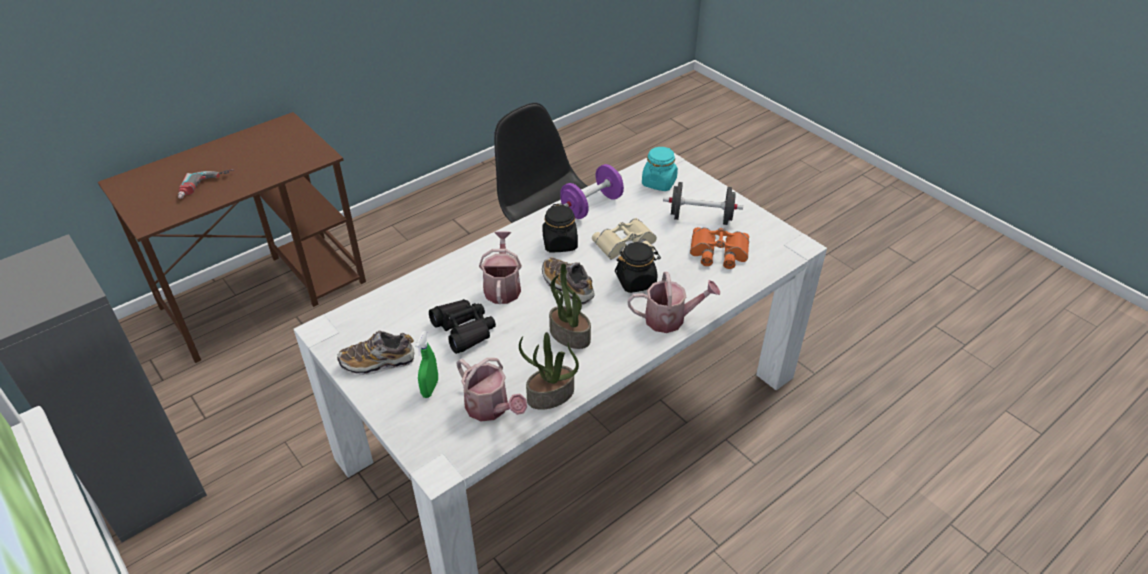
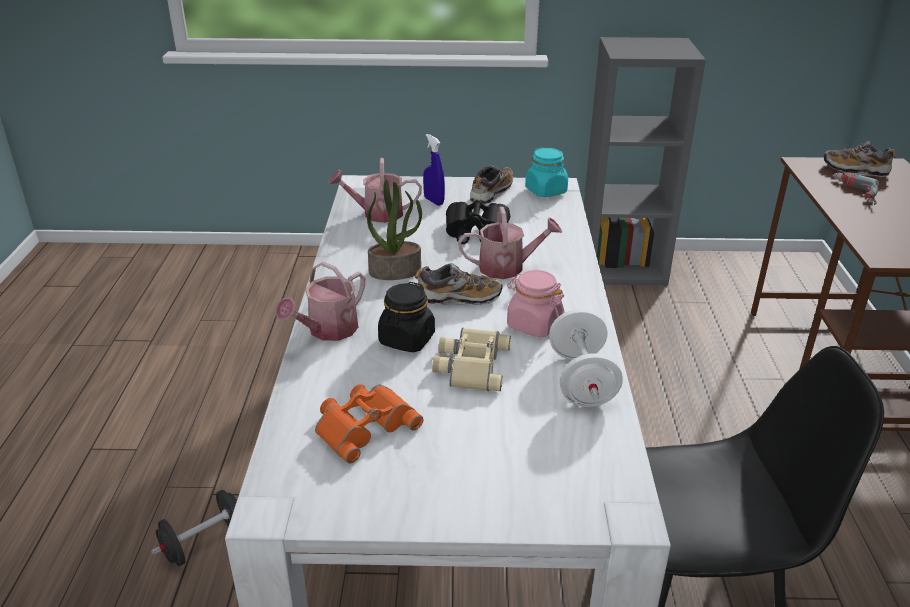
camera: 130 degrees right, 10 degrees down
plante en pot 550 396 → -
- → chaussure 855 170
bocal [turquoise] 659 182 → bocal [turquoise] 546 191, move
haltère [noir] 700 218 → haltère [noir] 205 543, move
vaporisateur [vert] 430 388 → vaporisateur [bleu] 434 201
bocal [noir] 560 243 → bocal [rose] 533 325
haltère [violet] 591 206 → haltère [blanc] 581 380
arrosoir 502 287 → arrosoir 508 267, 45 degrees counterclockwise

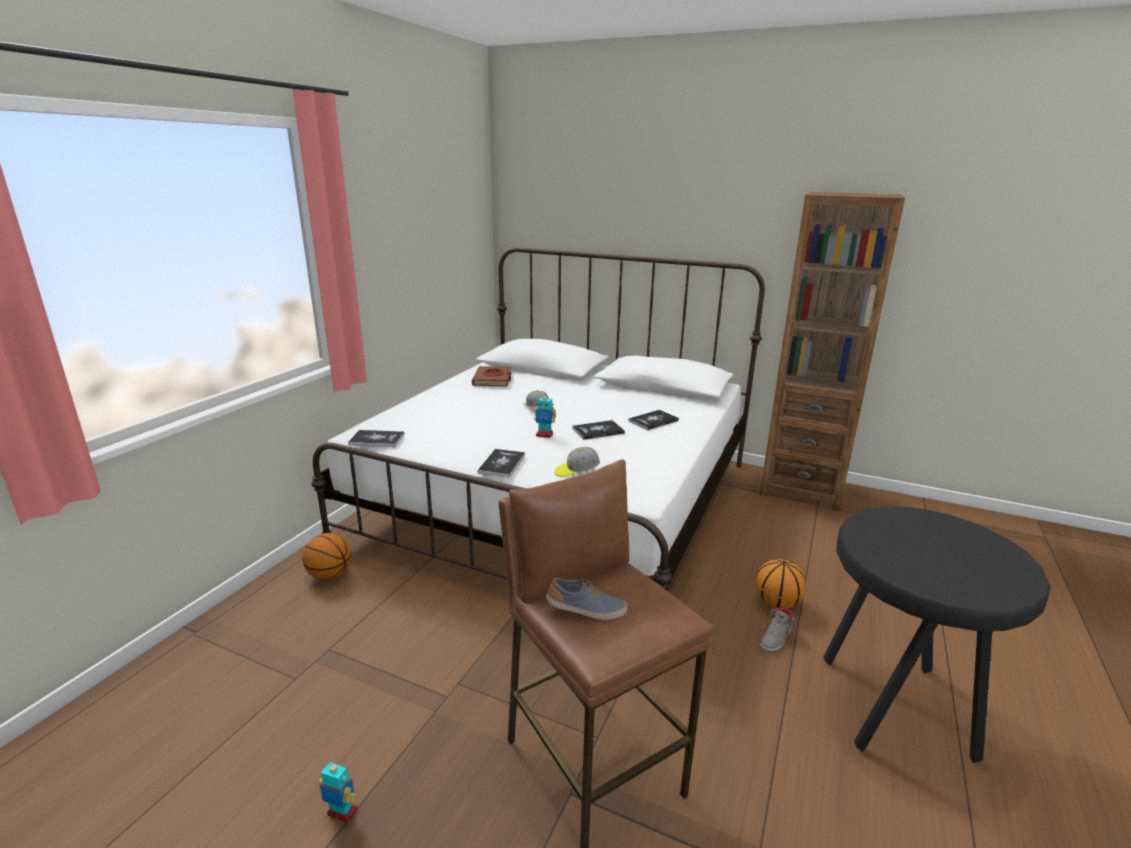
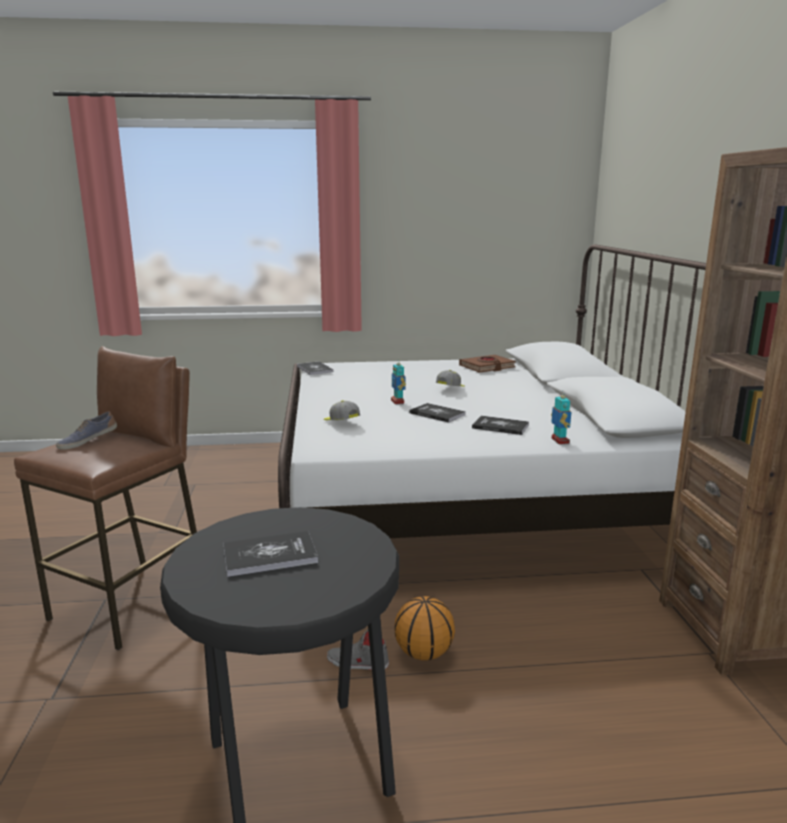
camera: 60 degrees right, 5 degrees down
ballon de basket 330 575 → -
robot jouet 342 813 → robot jouet 559 441, move
livre 502 464 → livre 270 555, move
chaussure 586 611 → chaussure 87 441, 75 degrees clockwise

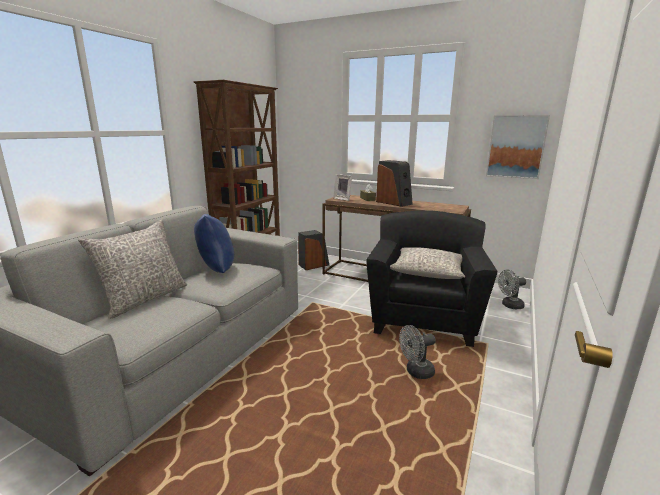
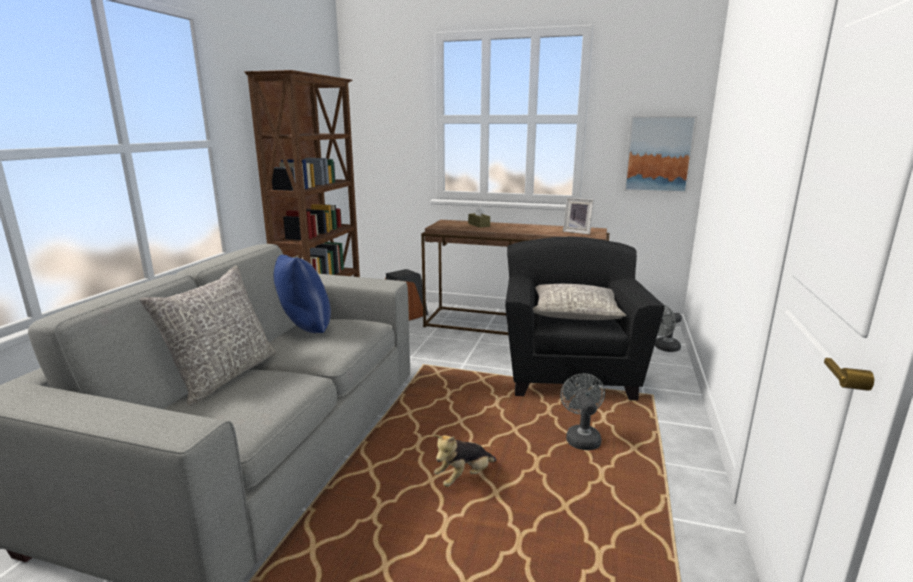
camera: 10 degrees left, 0 degrees up
enceinte 394 203 → -
- → peluche 464 477
cadre photo 343 199 → cadre photo 577 232, move
ventilateur [gris] 416 372 → ventilateur [gris] 581 437, 120 degrees clockwise

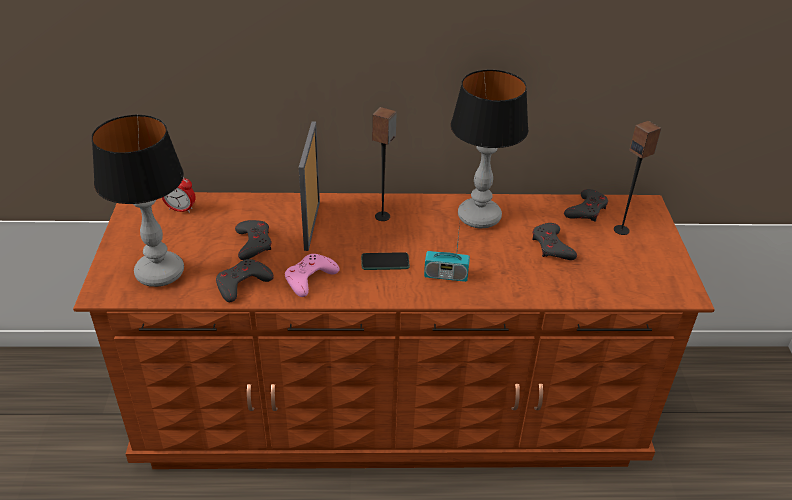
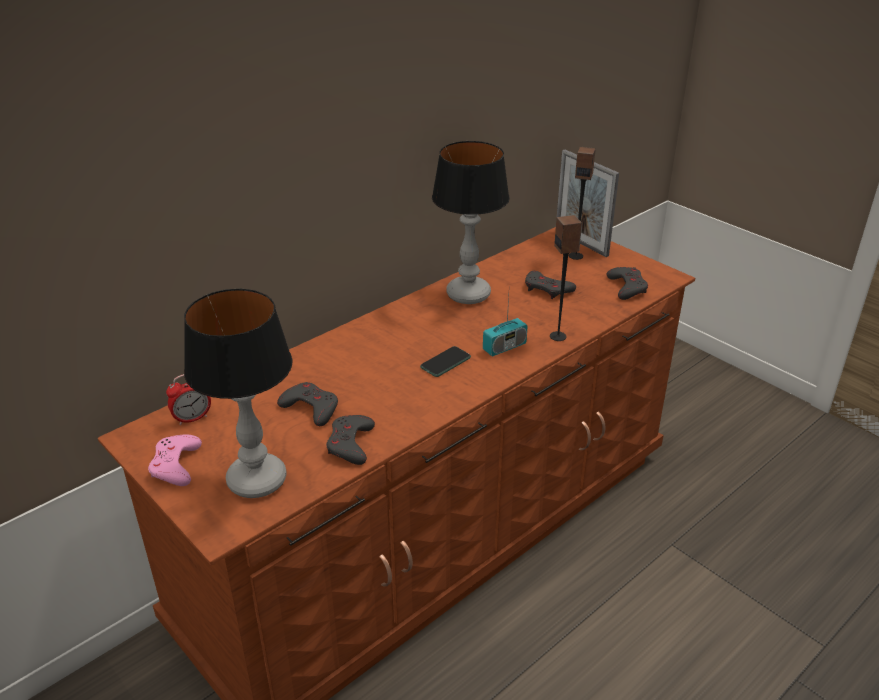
camera: 40 degrees left, 5 degrees down
manette [rose] 309 278 → manette [rose] 175 465, move
cadre photo 312 225 → cadre photo 581 243, move
enceinte 382 216 → enceinte 558 336, move
manette [gris] 586 210 → manette [gris] 627 287, move

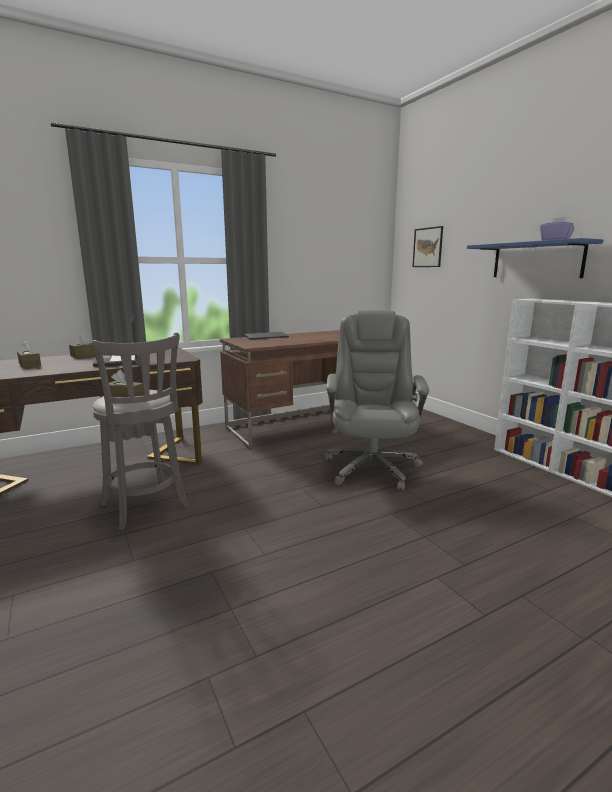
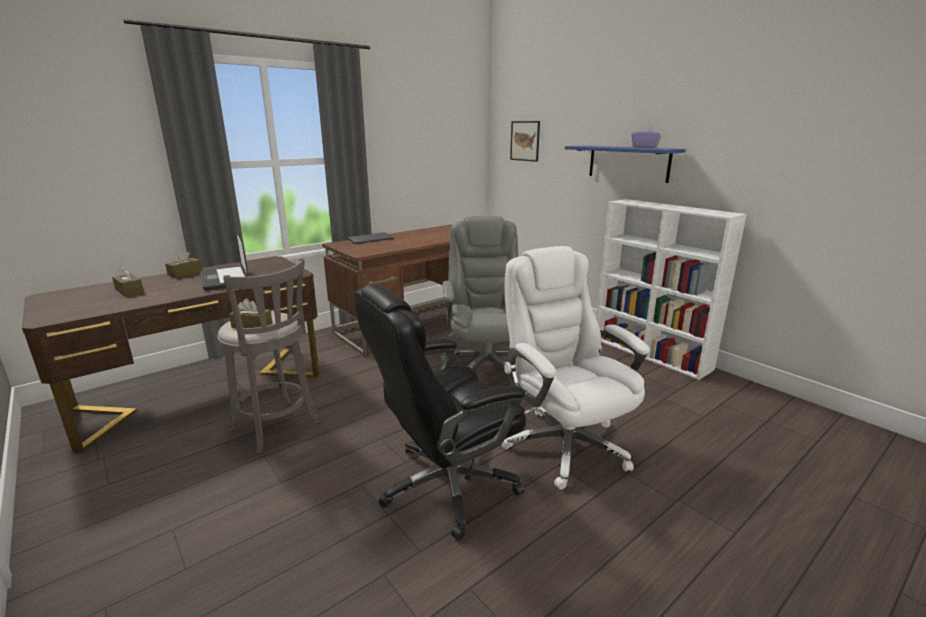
camera: 10 degrees left, 5 degrees up
- → chaise de bureau [noir] 446 485
- → chaise de bureau [blanc] 564 444

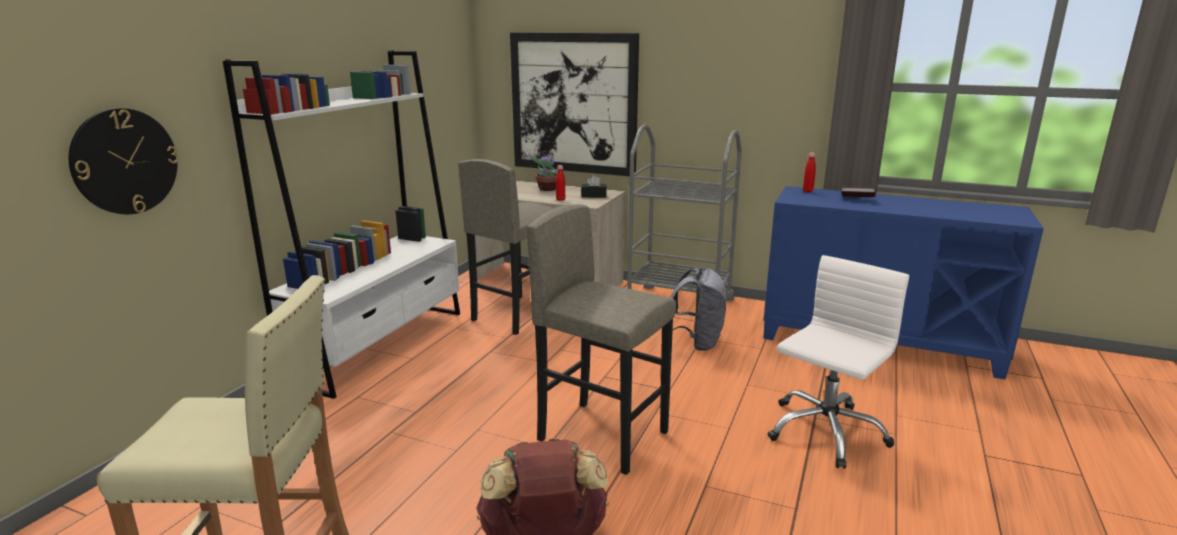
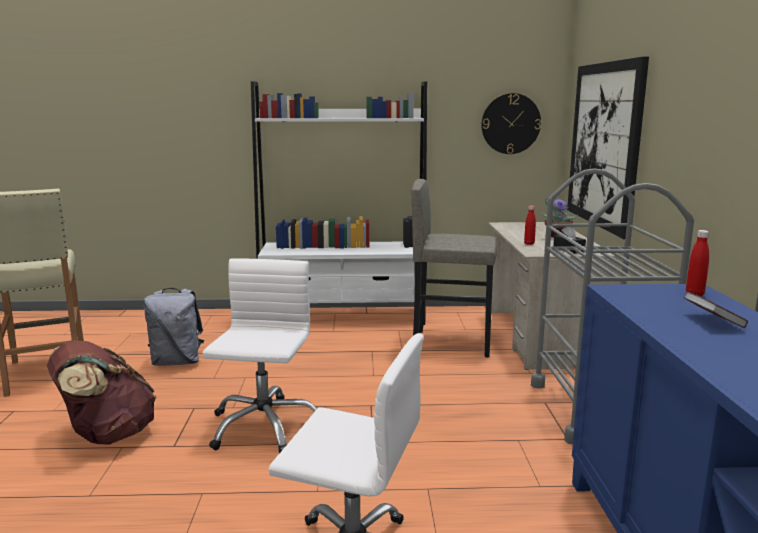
camera: 65 degrees right, 5 degrees down
horloge murale 125 161 → horloge murale 510 124, move
sac à dos [gris] 697 342 → sac à dos [gris] 177 362, move
tabouret [gris] 603 435 → chaise de bureau [blanc] 263 426

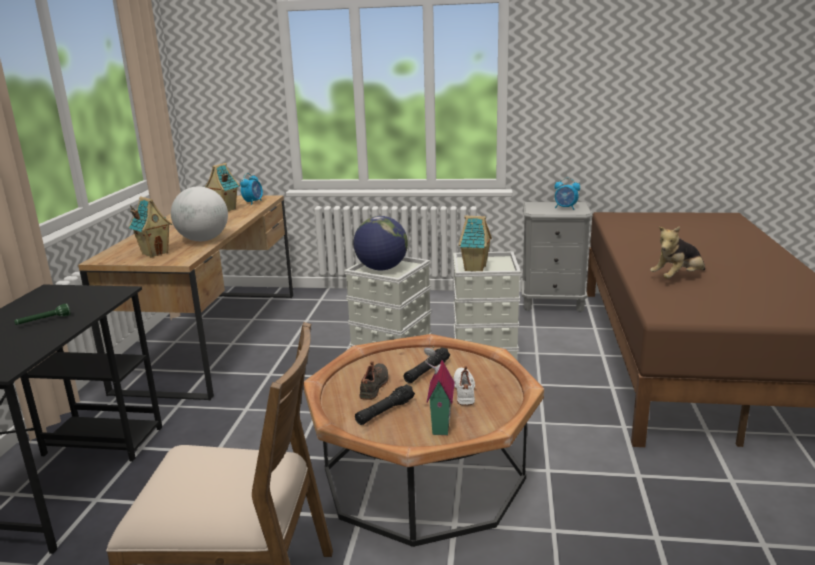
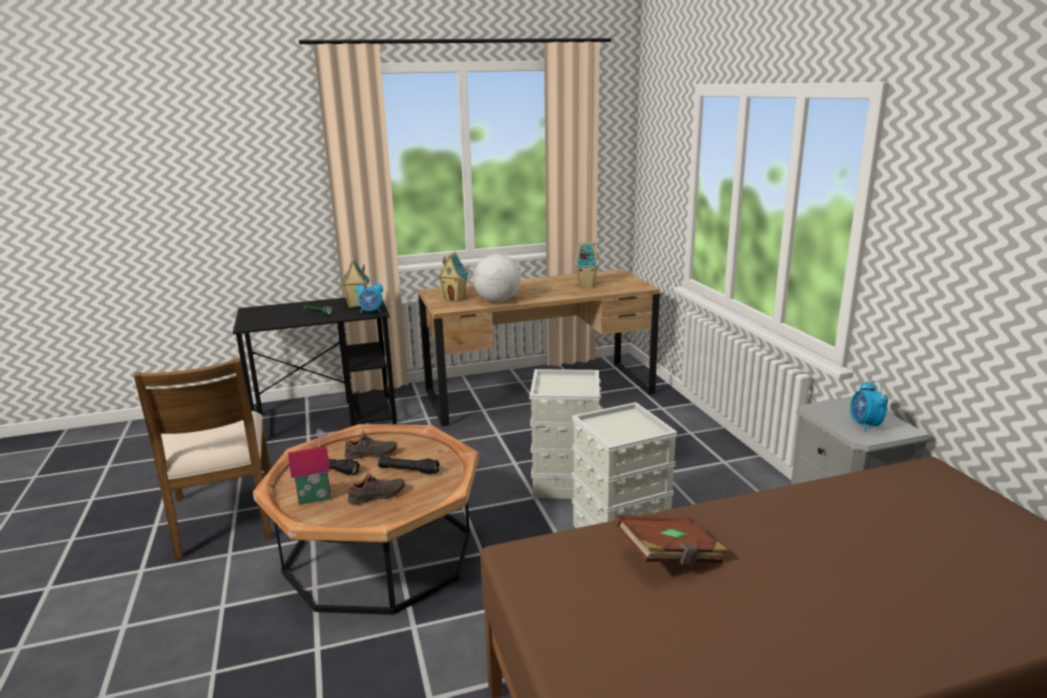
camera: 65 degrees right, 0 degrees up
globe 381 269 → -
réveil 253 202 → réveil 371 312, move
maison miniature 476 268 → maison miniature 357 305, move
peluche 677 278 → livre [marron] 670 557
chaussure [blanc] 465 391 → chaussure [noir] 377 497

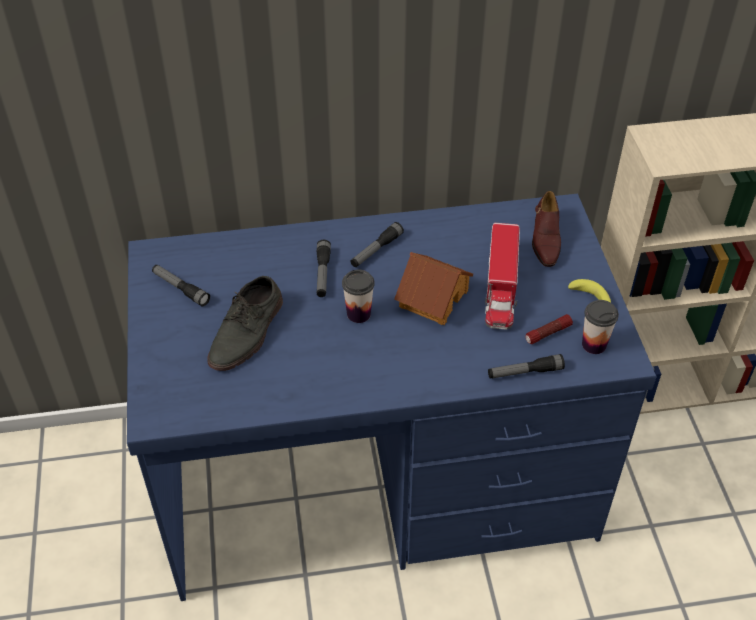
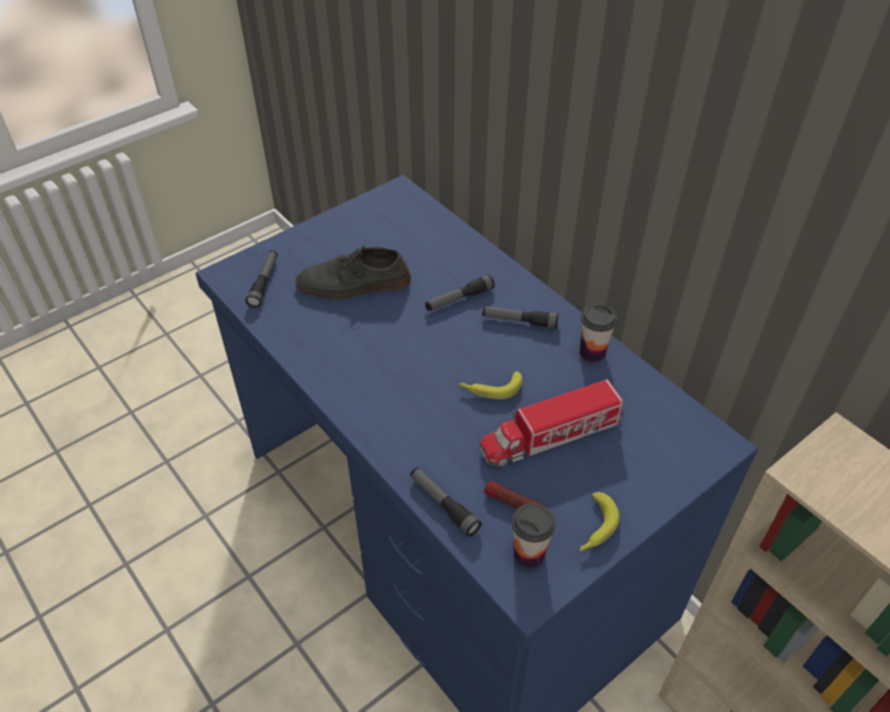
camera: 60 degrees right, 0 degrees up
chaussure [marron] 545 240 → -
lampe de poche 180 289 → lampe de poche 264 282, move
tasse 358 314 → tasse 592 352, move
maison miniature 432 298 → banane 490 388

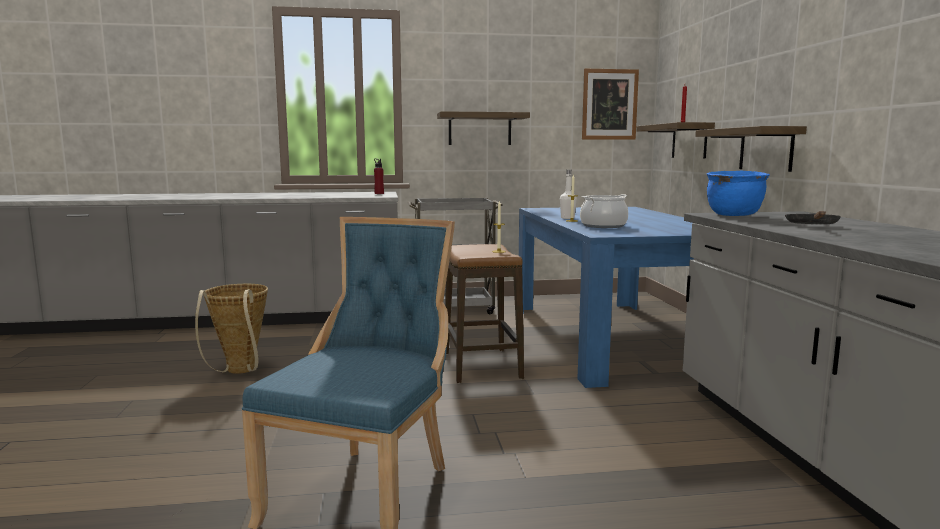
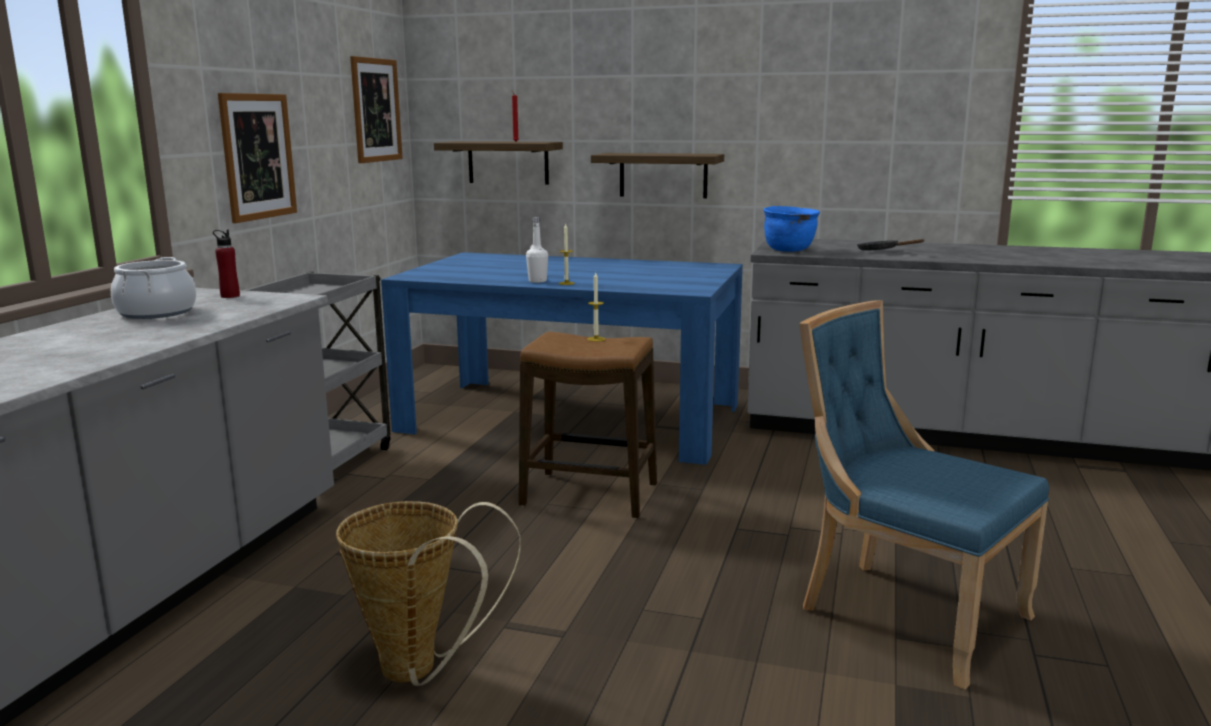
camera: 65 degrees left, 5 degrees up
marmite 603 226 → marmite 156 312, move
étagère 480 129 → tableau 258 156

